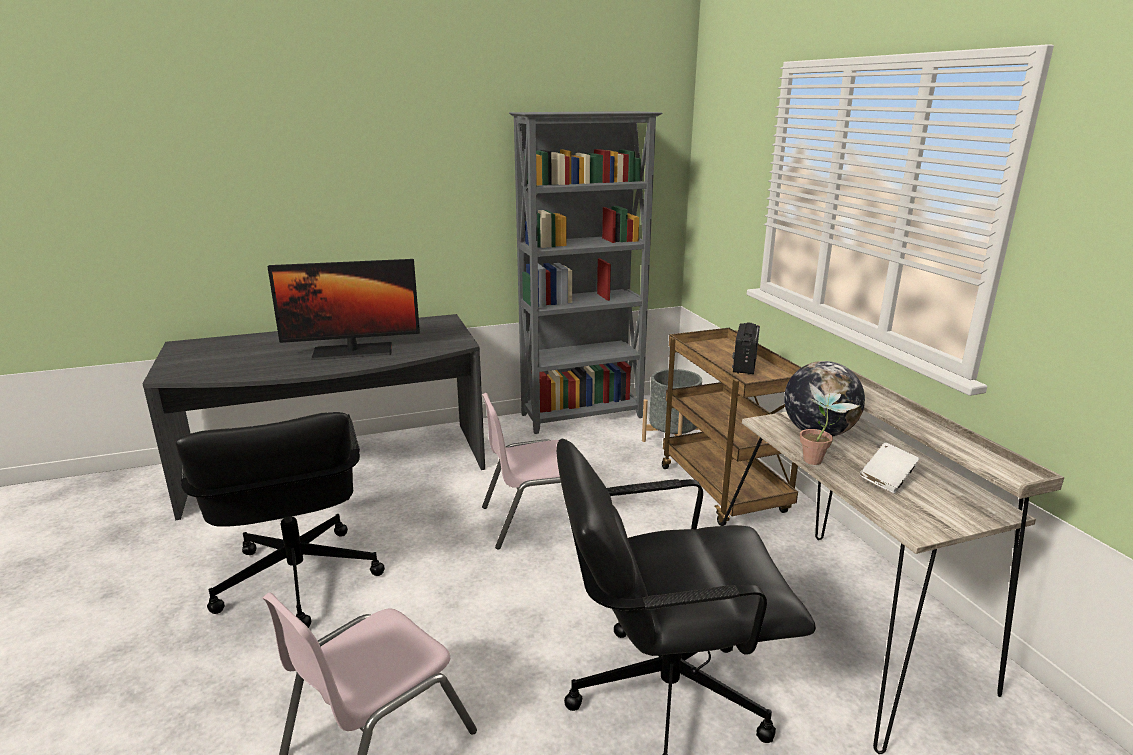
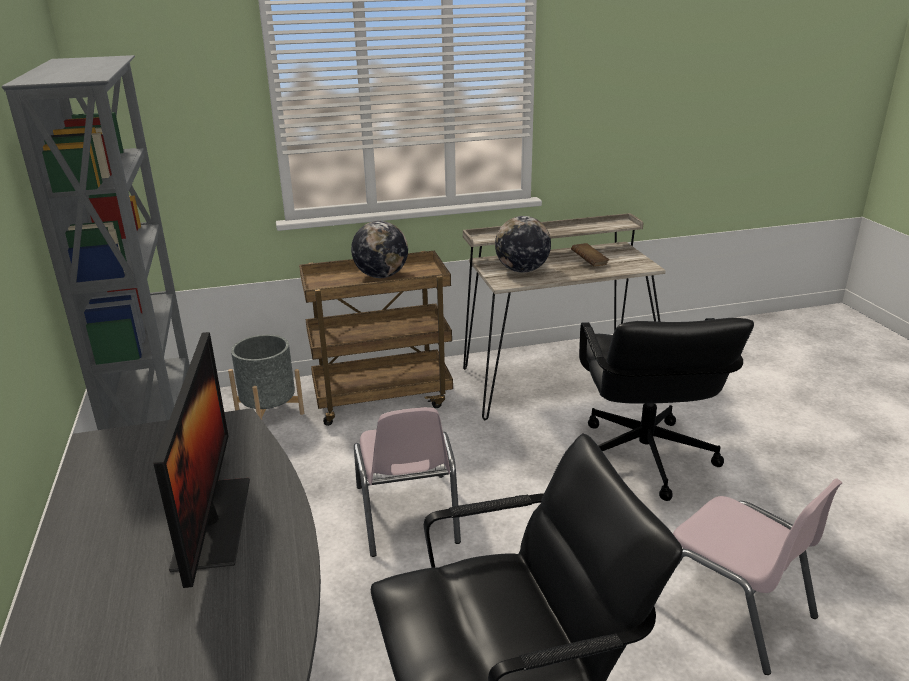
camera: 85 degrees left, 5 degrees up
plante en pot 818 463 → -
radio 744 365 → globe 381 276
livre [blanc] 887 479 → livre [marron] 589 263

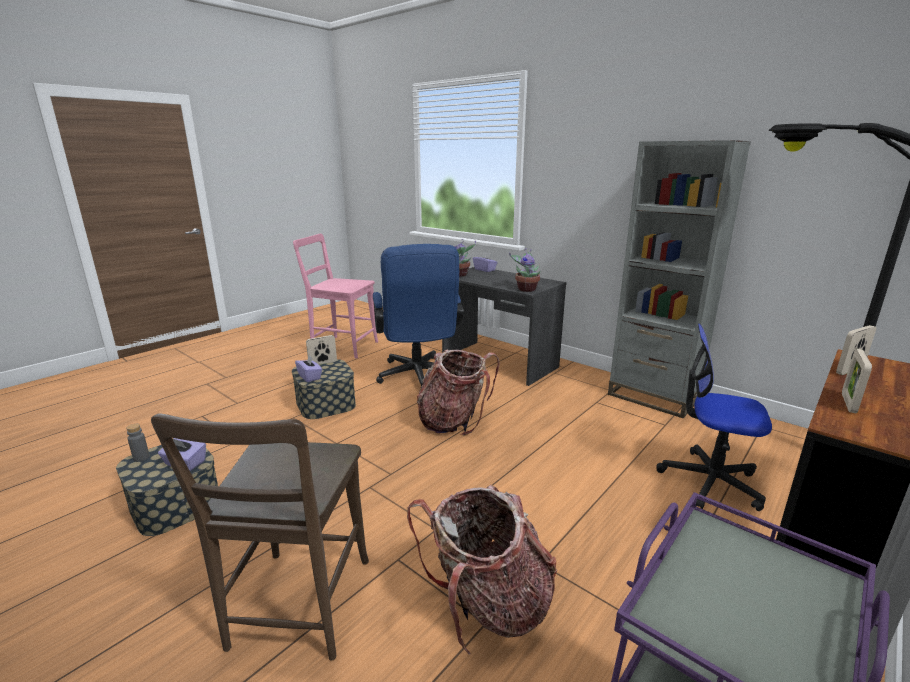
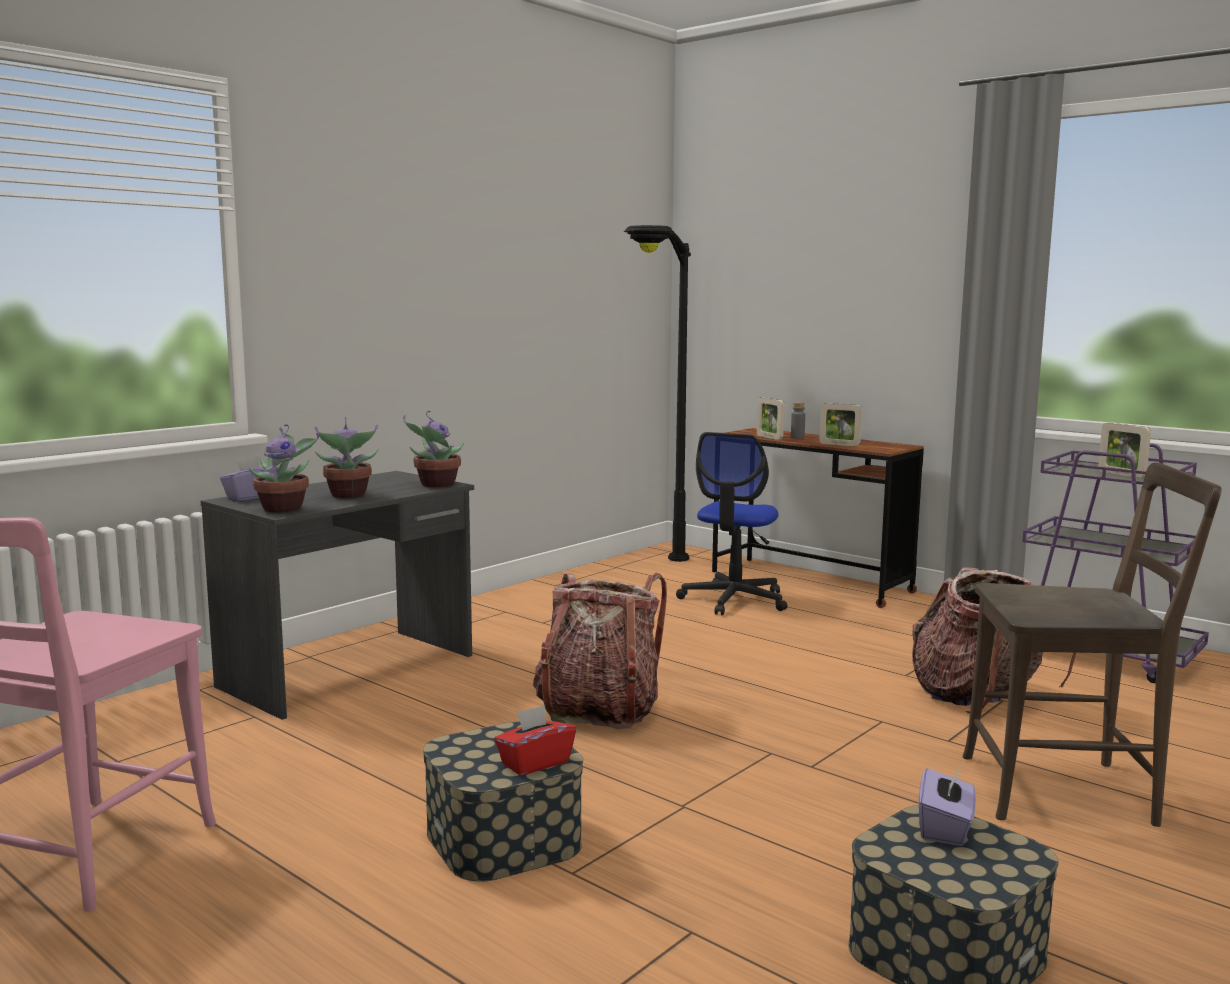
camera: 90 degrees left, 10 degrees down
chaise de bureau [bleu] 418 378 → -
bibliothèque [gris] 653 396 → -
- → plante en pot 348 495
bouteille [gris] 141 458 → bouteille [gris] 797 437, move
cadre photo 323 363 → cadre photo 1121 474, move
boîte à mouchoirs [violet] 310 377 → boîte à mouchoirs [rouge] 535 763

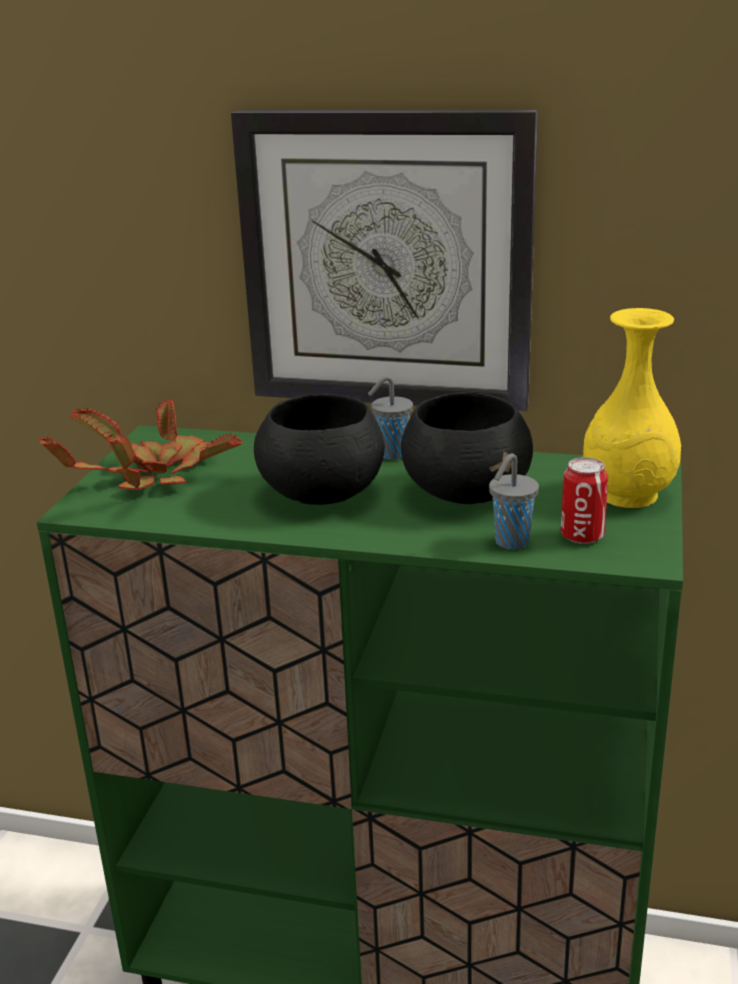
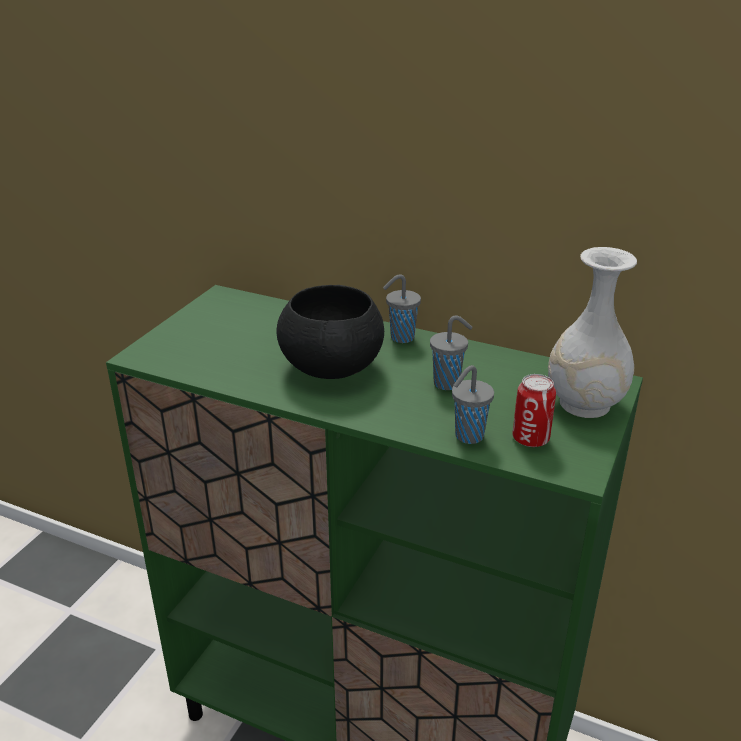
camera: 10 degrees right, 5 degrees up
plante en pot 152 475 → -
horloge murale 387 262 → -
bol [noir] 466 493 → tasse [gris] 448 383
vase [jaune] 626 494 → vase [blanc] 583 403

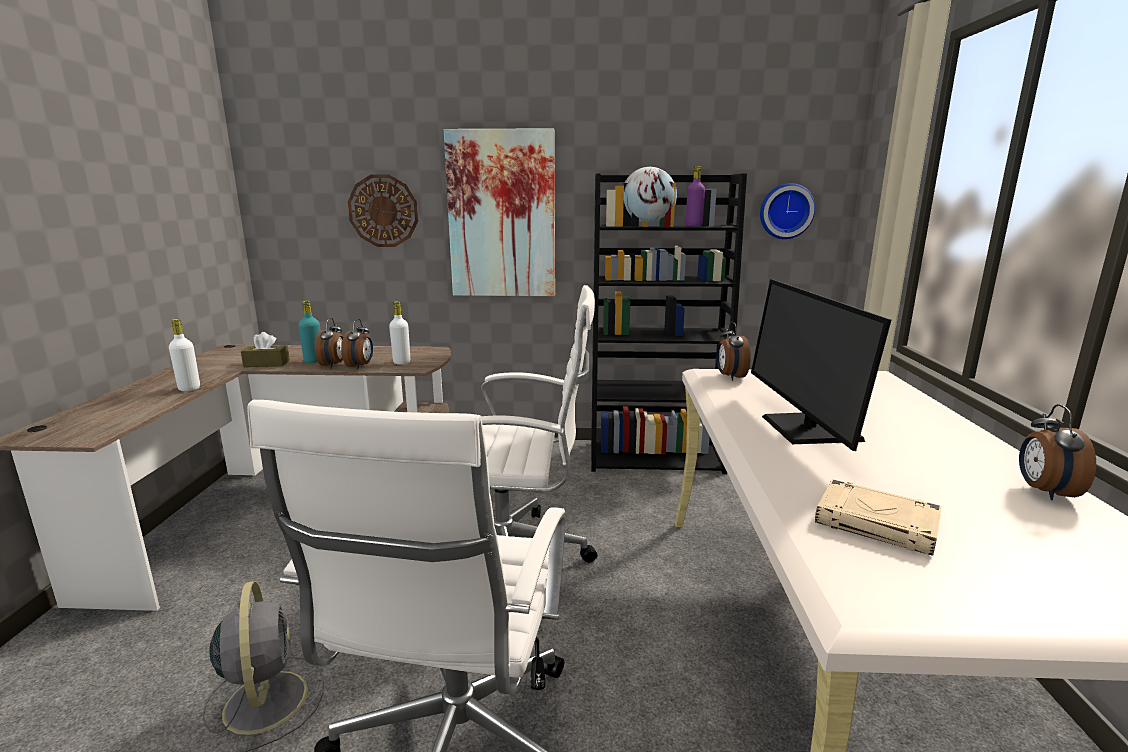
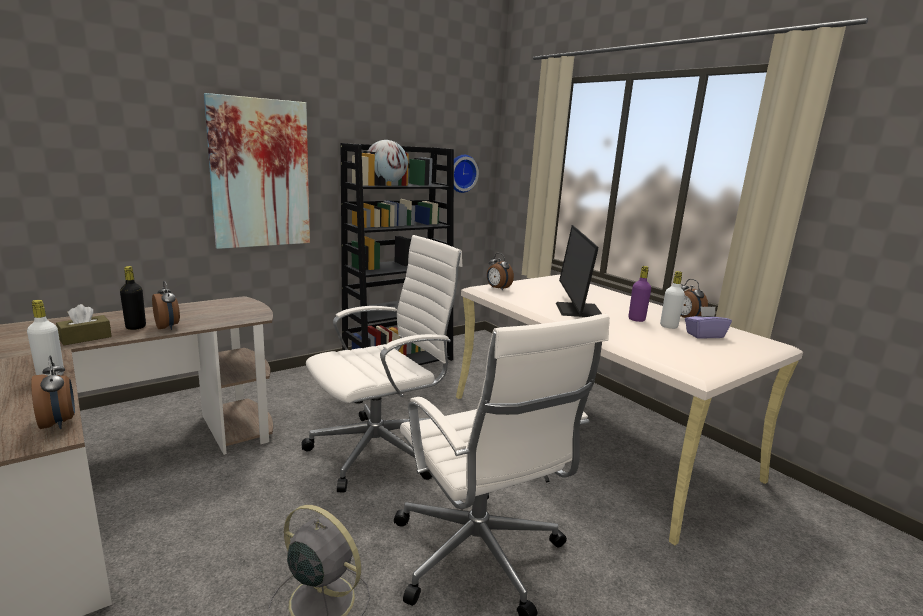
camera: 40 degrees left, 0 degrees up
horloge murale 383 211 → -
livre [beige] 877 524 → -
- → boîte à mouchoirs [violet] 704 335
réveil 360 366 → réveil 59 423, move
bouteille [blanc] 401 362 → bouteille [blanc] 668 326, move
bouteille [violet] 693 226 → bouteille [violet] 636 319, move
bouteille [turquoise] 313 361 → bouteille [noir] 136 327
écran d'ordinateur 808 428 → écran d'ordinateur 577 310, 45 degrees clockwise

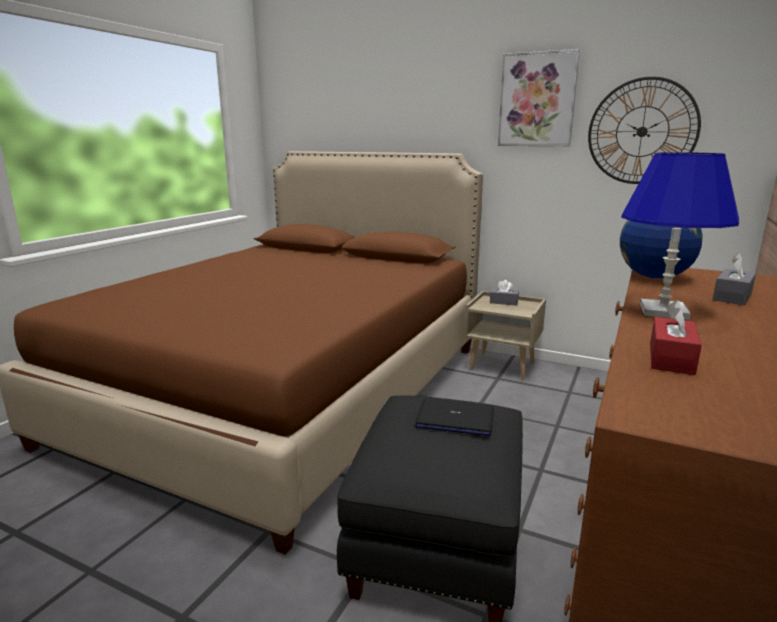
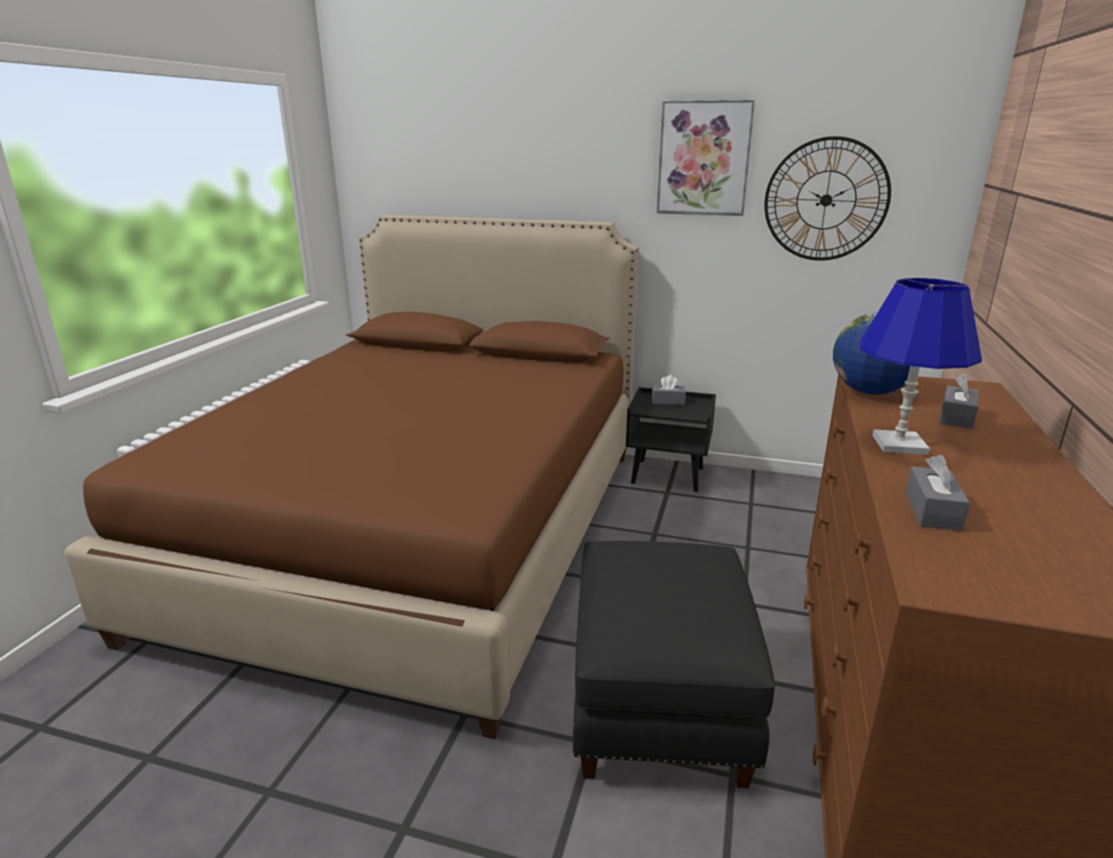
camera: 10 degrees left, 5 degrees up
ordinateur portable 454 419 → -
table de chevet [beige] 503 366 → table de chevet [noir] 668 475
boîte à mouchoirs [rouge] 671 358 → boîte à mouchoirs [gris] 932 511

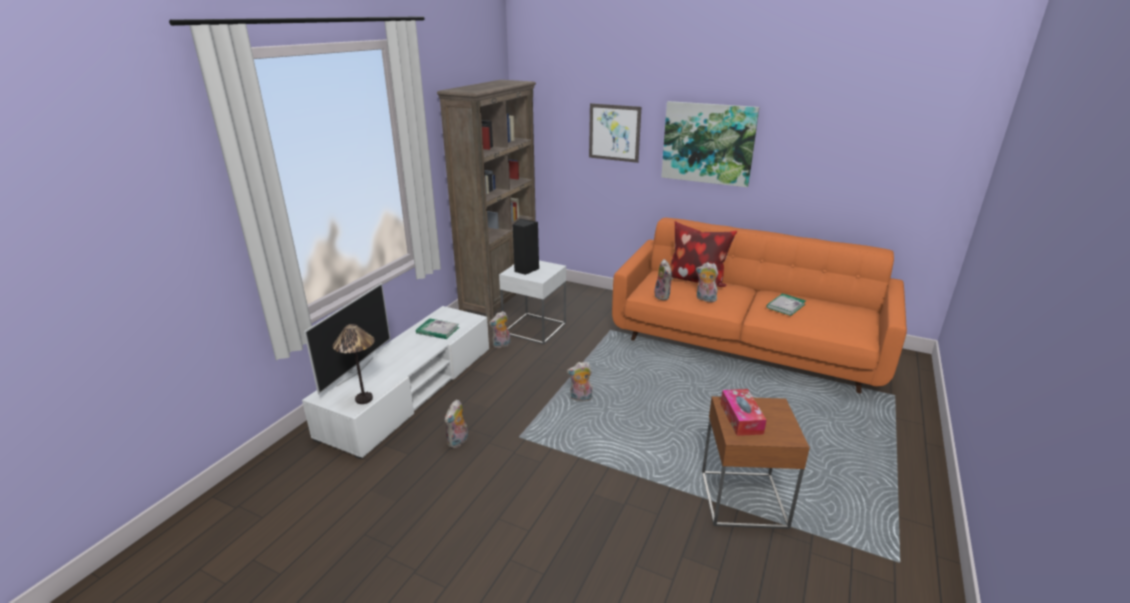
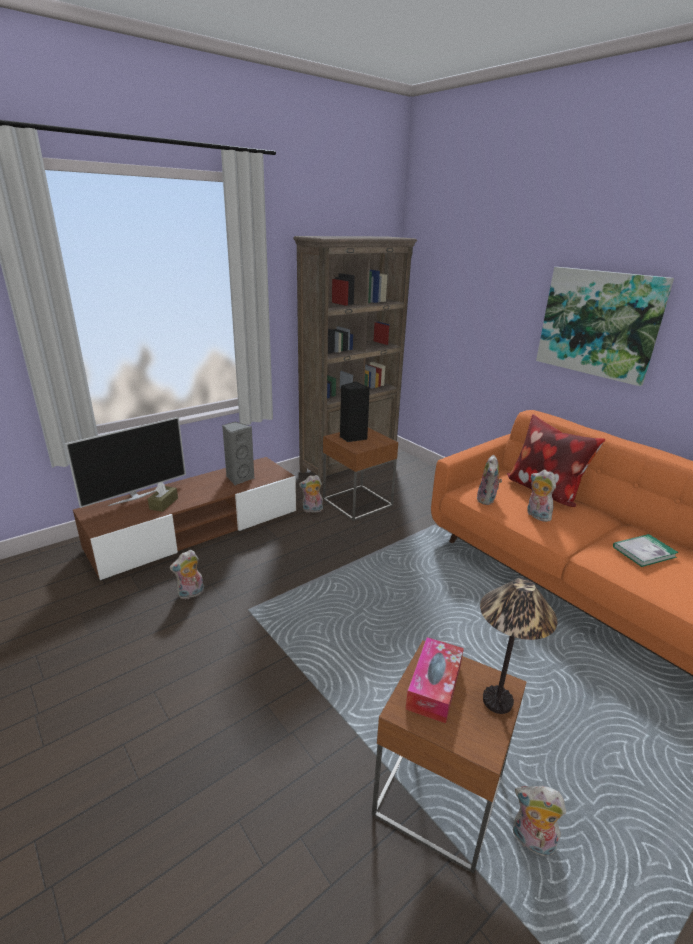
camera: 25 degrees right, 0 degrees up
tableau 614 132 → -
- → boîte à mouchoirs [marron] 164 503
lampe de table 364 399 → lampe de table 498 702, move
peluche 580 399 → peluche 531 841, move
livre 437 330 → enceinte [gris] 239 478
meuble télé [blanc] 411 390 → meuble télé [marron] 196 530
table d'appoint [blanc] 534 328 → table d'appoint [marron] 357 502

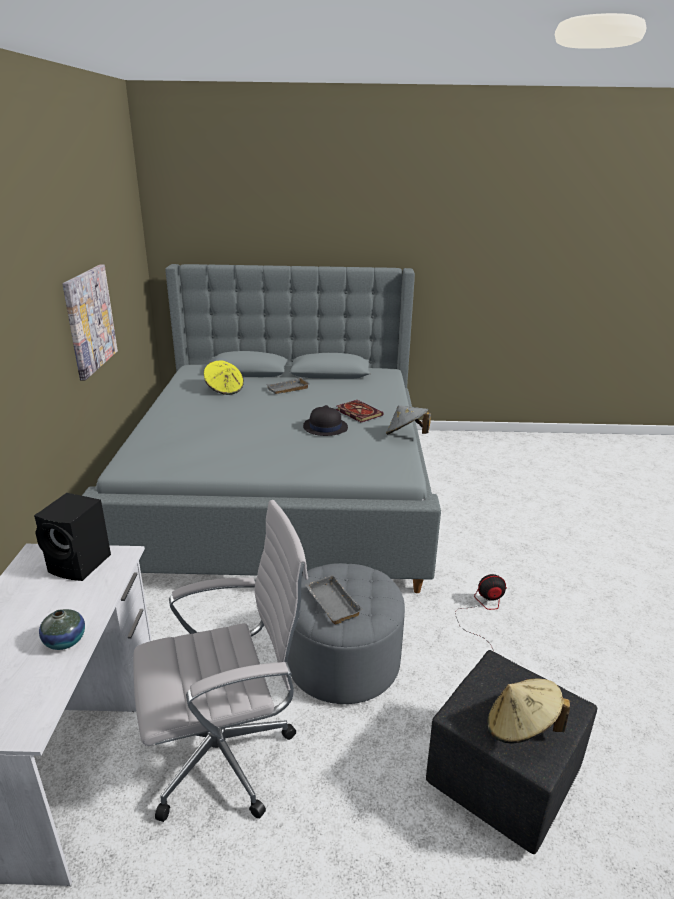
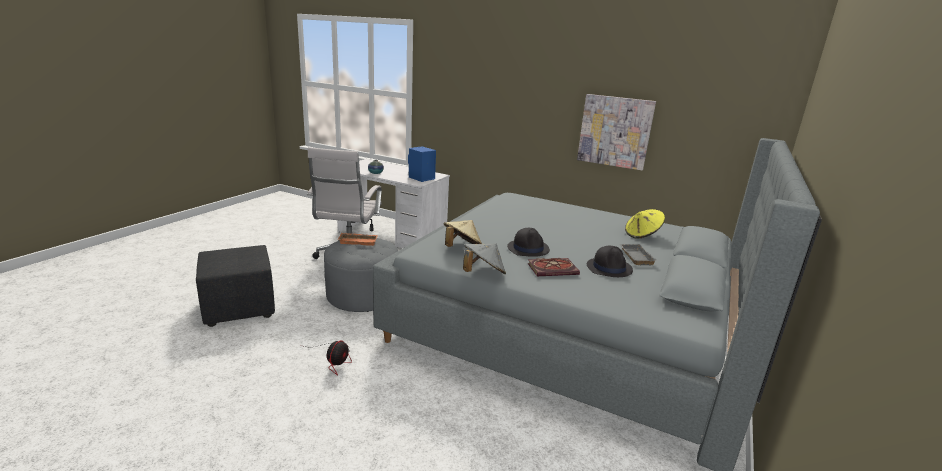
camera: 115 degrees right, 5 degrees down
- → chapeau [noir] 609 268
chapeau [beige] 521 728 → chapeau [beige] 461 248, move
enceinte [noir] 81 564 → enceinte [bleu] 420 178
plateau [gris] 331 603 → plateau [orange] 358 241

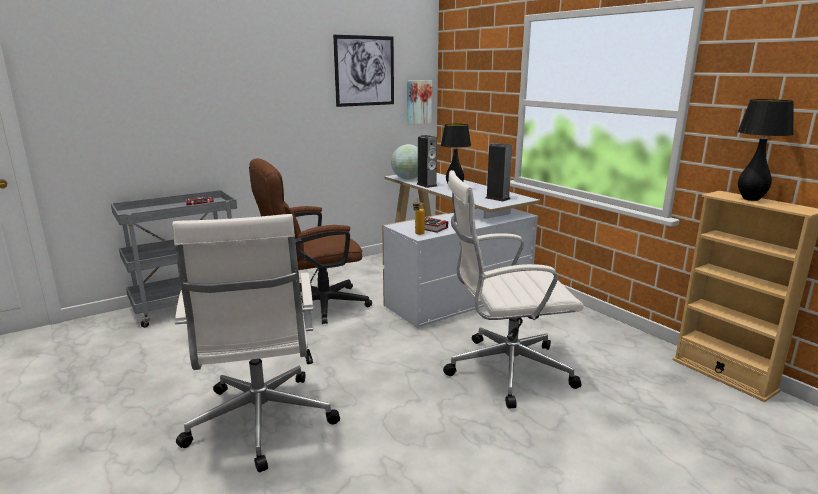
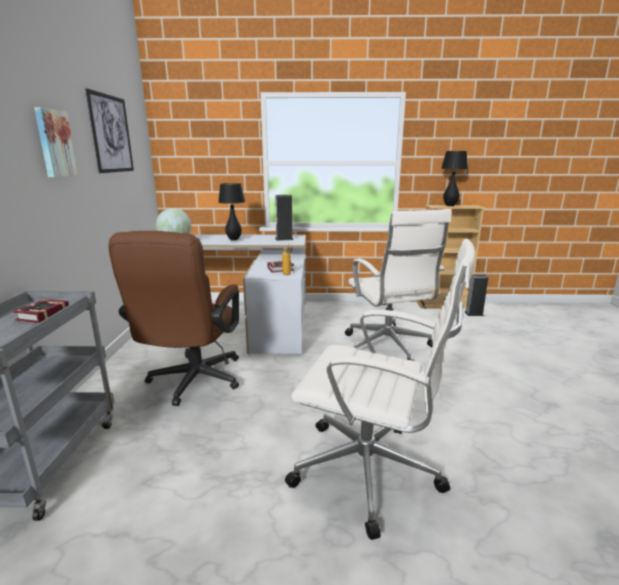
camera: 55 degrees left, 0 degrees up
tableau 418 102 → tableau 54 143, move
enceinte 426 185 → enceinte 474 314, move
chaise de bureau [blanc] 505 370 → chaise de bureau [blanc] 388 348, 45 degrees counterclockwise

